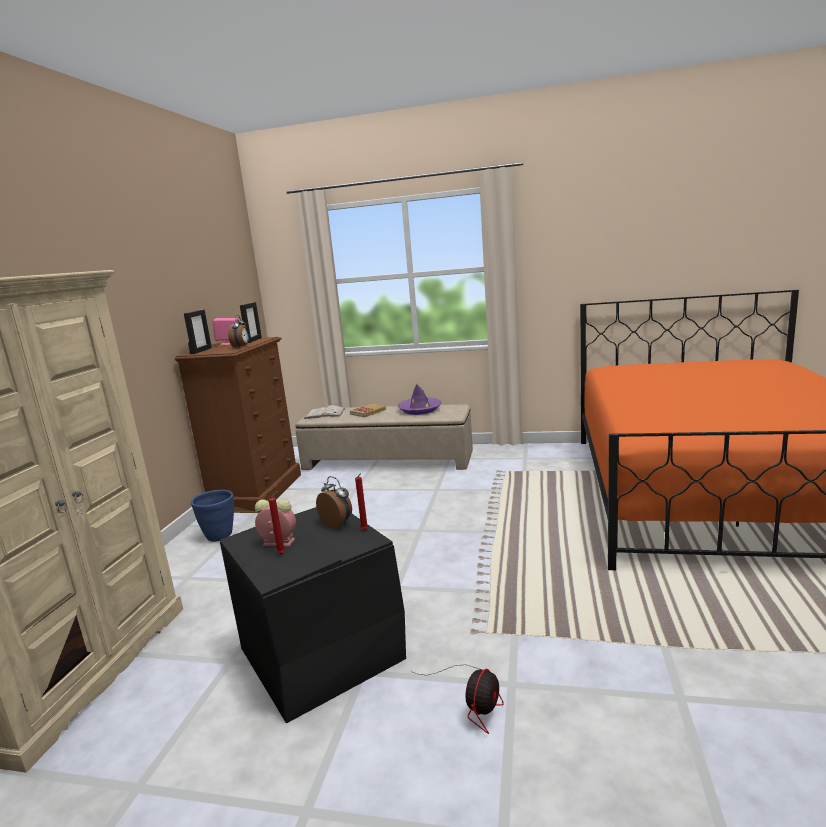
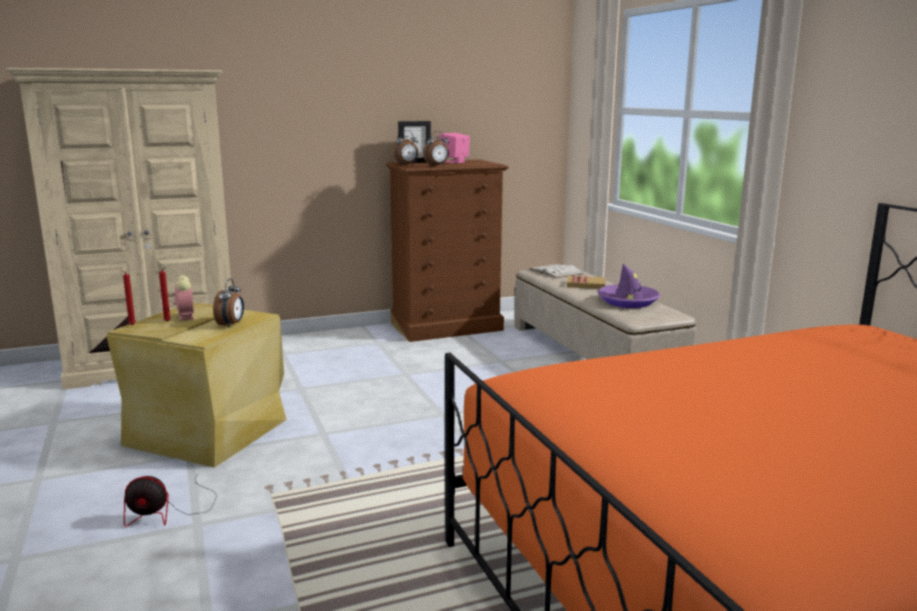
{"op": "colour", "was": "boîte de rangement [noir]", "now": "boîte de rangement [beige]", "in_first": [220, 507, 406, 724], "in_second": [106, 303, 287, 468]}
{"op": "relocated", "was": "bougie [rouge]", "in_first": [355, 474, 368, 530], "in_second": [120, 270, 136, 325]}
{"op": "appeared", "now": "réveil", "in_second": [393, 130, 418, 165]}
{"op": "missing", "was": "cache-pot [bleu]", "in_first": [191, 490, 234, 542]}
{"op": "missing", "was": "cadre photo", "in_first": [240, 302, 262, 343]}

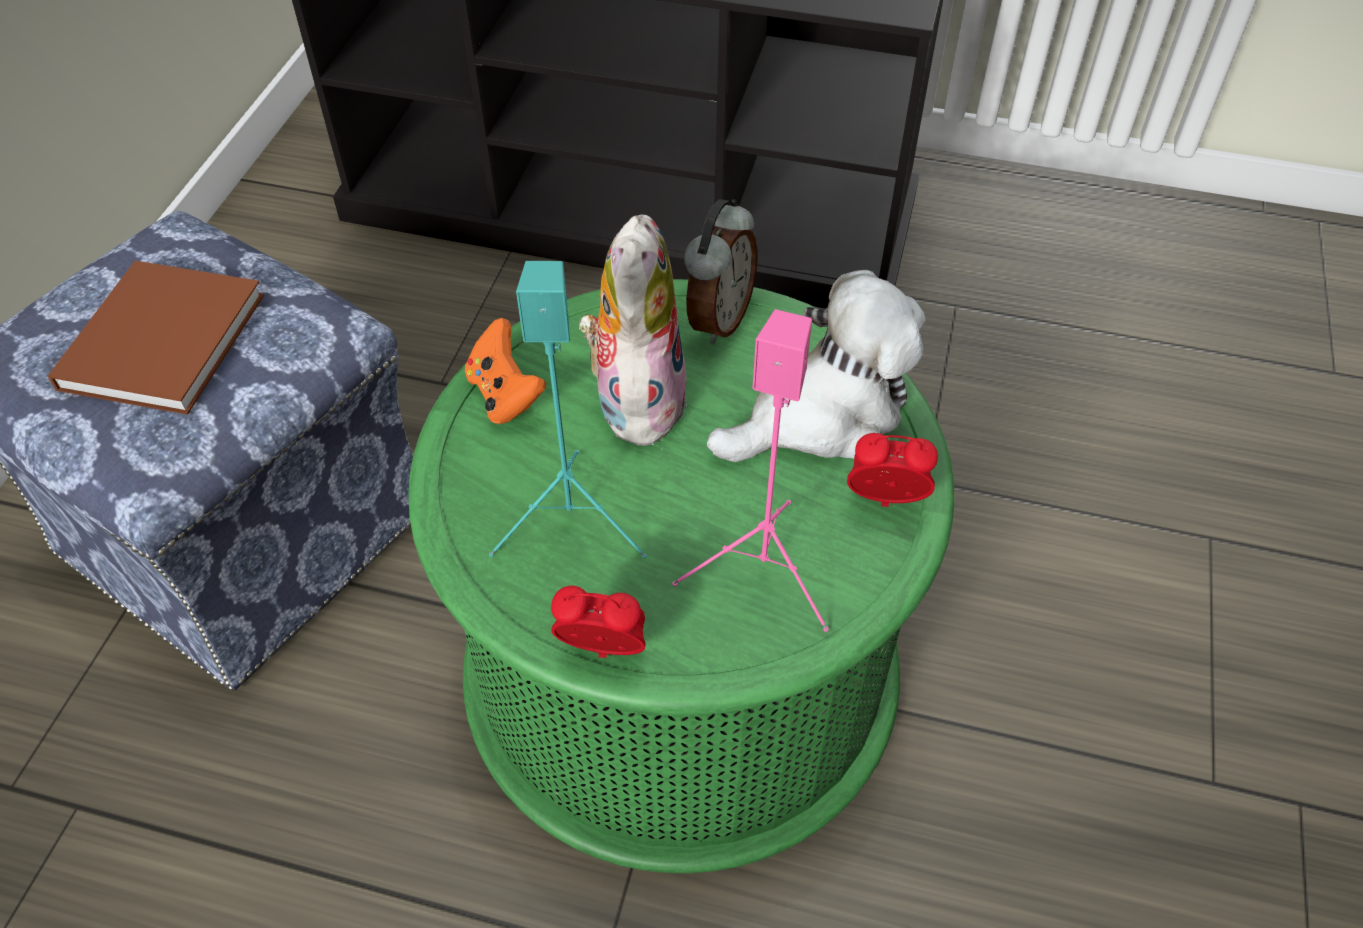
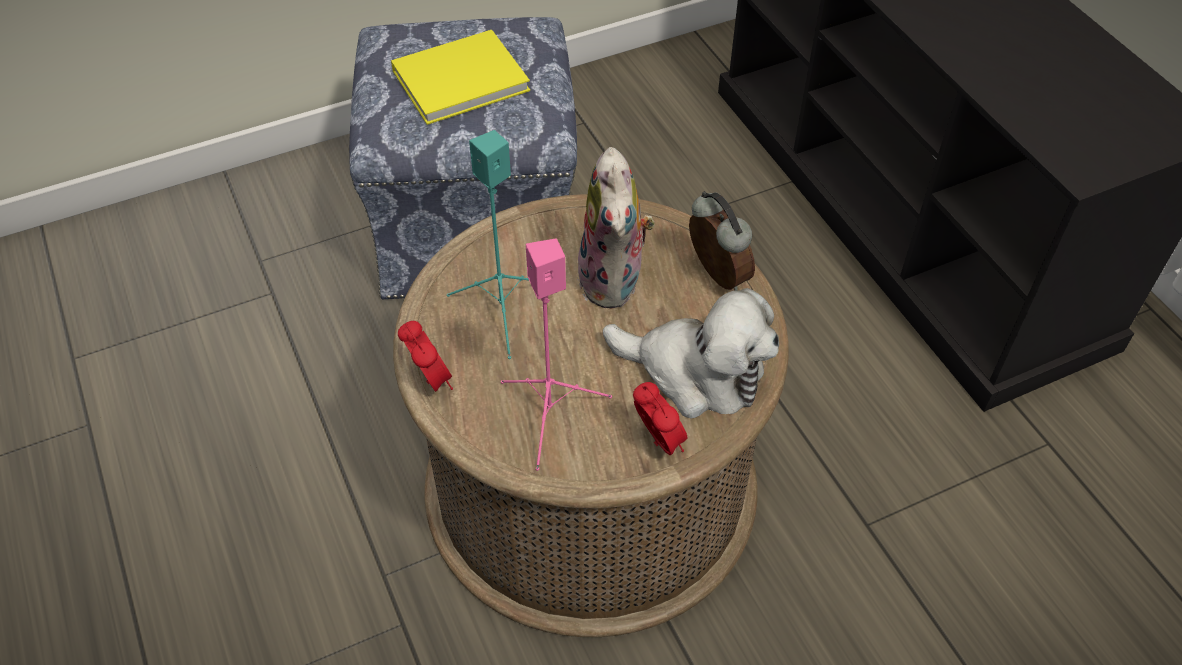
{"op": "colour", "was": "livre [marron]", "now": "livre [jaune]", "in_first": [47, 261, 264, 415], "in_second": [391, 30, 530, 125]}
{"op": "colour", "was": "table basse [vert]", "now": "table basse [marron]", "in_first": [408, 279, 955, 873], "in_second": [393, 194, 789, 637]}
{"op": "spun", "was": "peluche", "in_first": [579, 214, 687, 450], "in_second": [577, 147, 655, 309], "clockwise": 120}
{"op": "spun", "was": "réveil", "in_first": [684, 199, 758, 345], "in_second": [689, 191, 755, 291], "clockwise": -105}
{"op": "missing", "was": "manette [orange]", "in_first": [465, 318, 546, 424]}

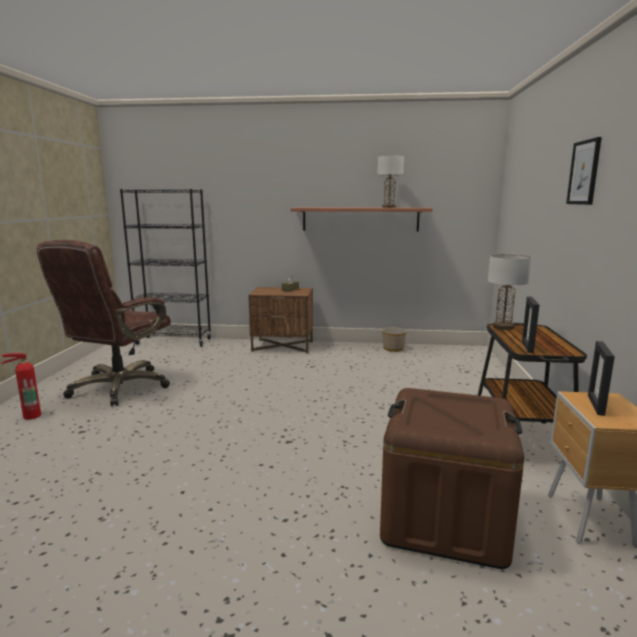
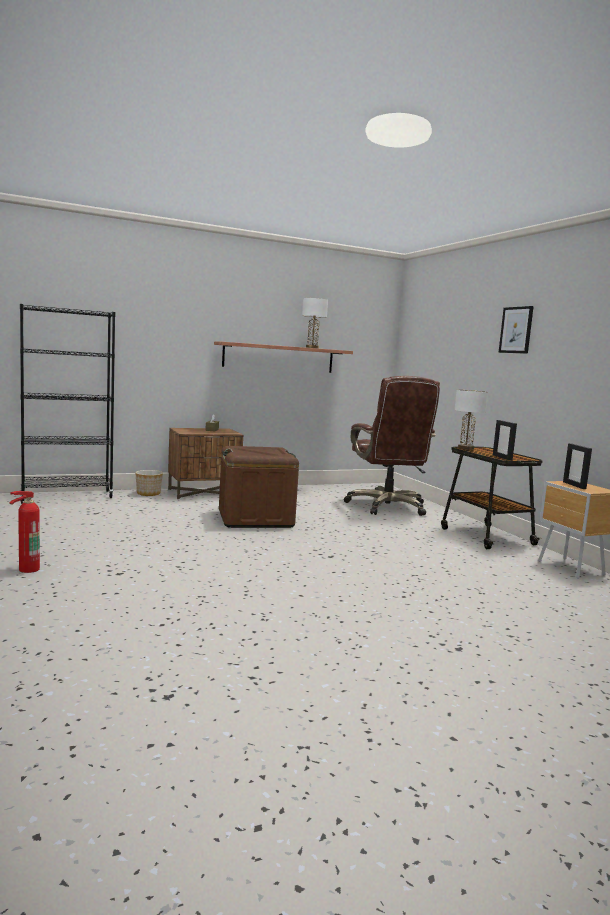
{"op": "relocated", "was": "cache-pot", "in_first": [382, 327, 406, 352], "in_second": [135, 470, 163, 496]}
{"op": "relocated", "was": "boîte de rangement [marron]", "in_first": [380, 388, 524, 569], "in_second": [219, 446, 299, 528]}
{"op": "relocated", "was": "chaise de bureau [marron]", "in_first": [37, 240, 171, 406], "in_second": [344, 376, 440, 516]}

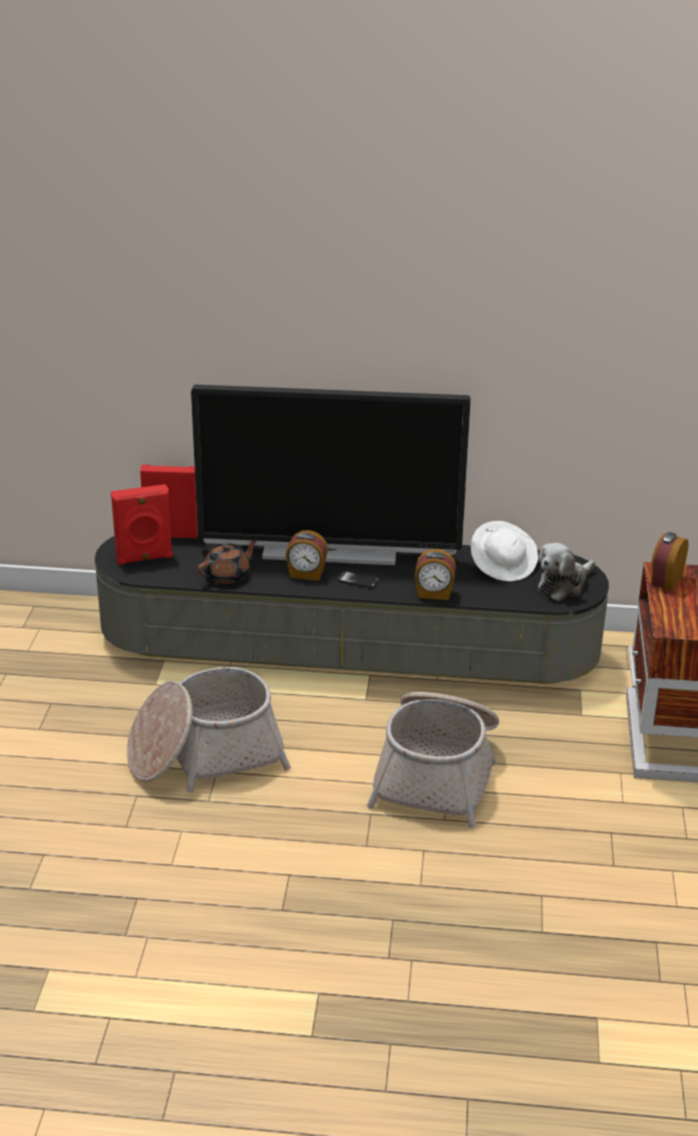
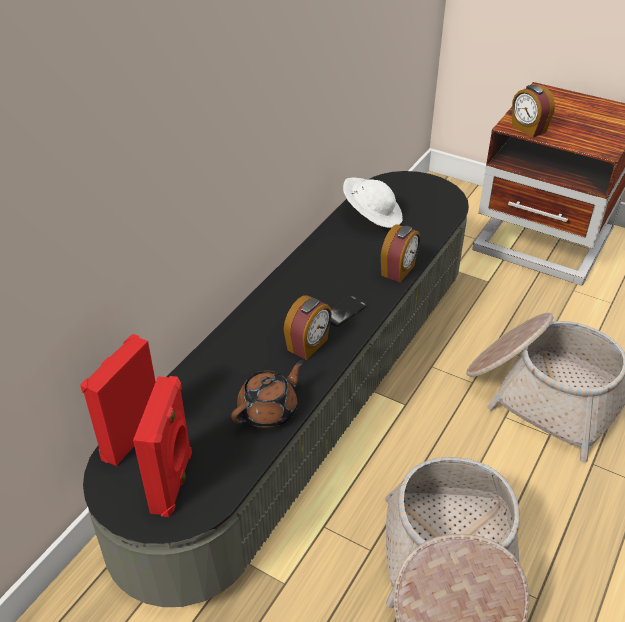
{"op": "spun", "was": "théière [marron]", "in_first": [198, 539, 258, 584], "in_second": [231, 360, 304, 428], "clockwise": 60}
{"op": "missing", "was": "téléviseur", "in_first": [191, 385, 471, 565]}
{"op": "missing", "was": "peluche", "in_first": [538, 543, 595, 601]}

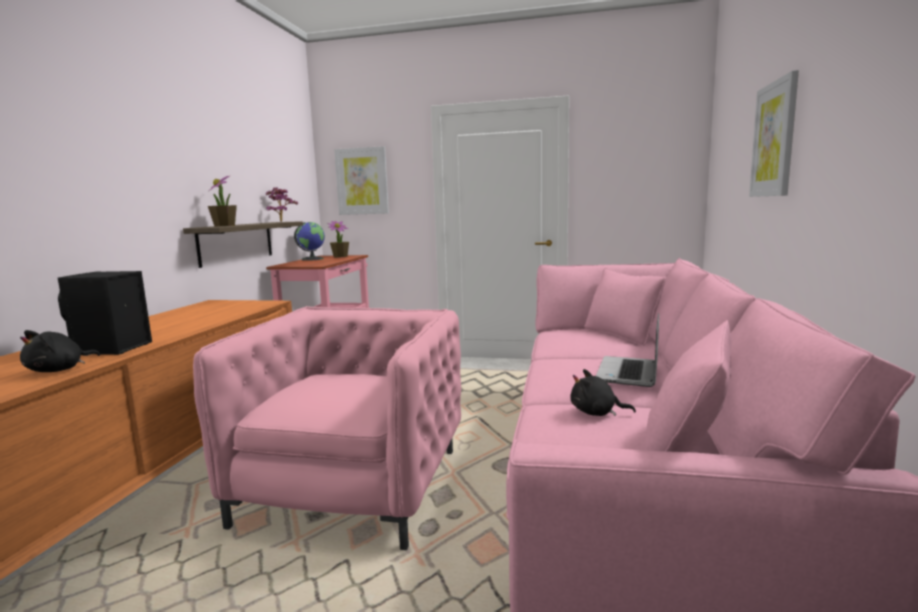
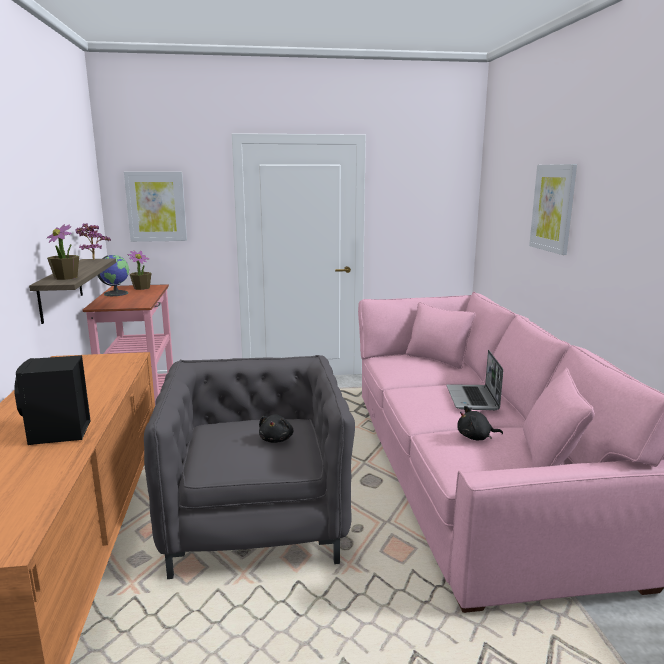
{"op": "colour", "was": "fauteuil [rose]", "now": "fauteuil [gris]", "in_first": [193, 306, 461, 550], "in_second": [144, 355, 355, 579]}
{"op": "relocated", "was": "peluche [noir]", "in_first": [20, 330, 100, 372], "in_second": [259, 415, 294, 443]}

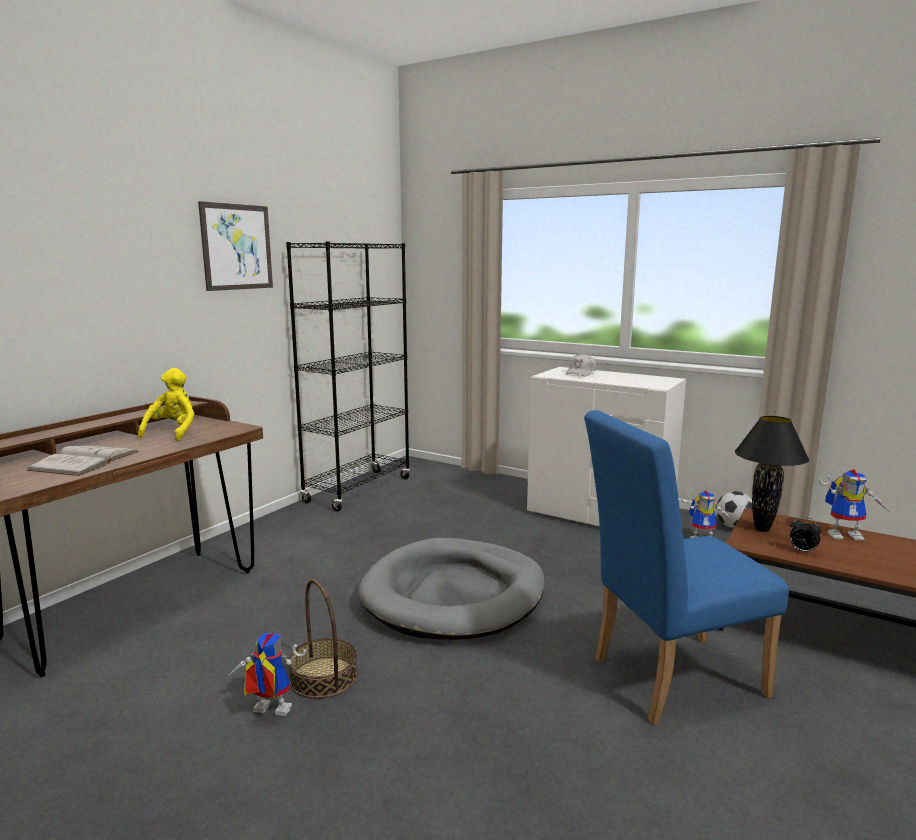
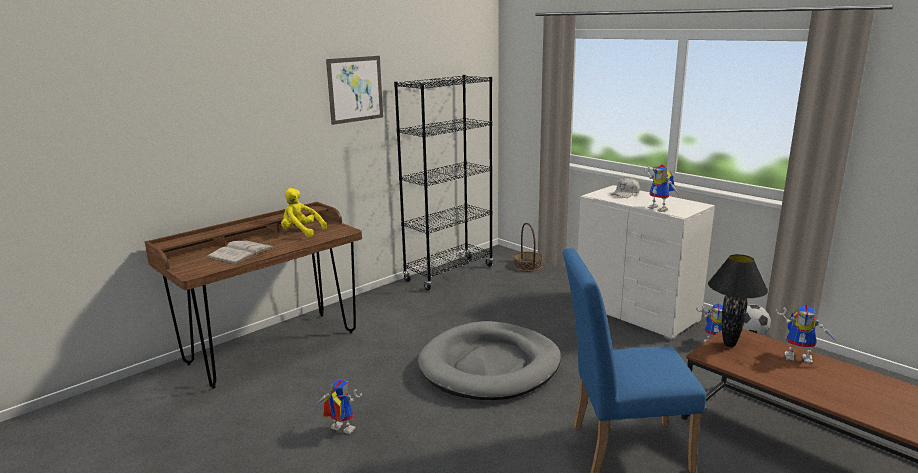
{"op": "spun", "was": "peluche [jaune]", "in_first": [138, 368, 194, 441], "in_second": [281, 188, 327, 237], "clockwise": -90}
{"op": "relocated", "was": "panier", "in_first": [288, 579, 357, 699], "in_second": [513, 223, 542, 271]}
{"op": "appeared", "now": "robot jouet", "in_second": [644, 165, 679, 212]}
{"op": "missing", "was": "réveil", "in_first": [790, 517, 821, 553]}

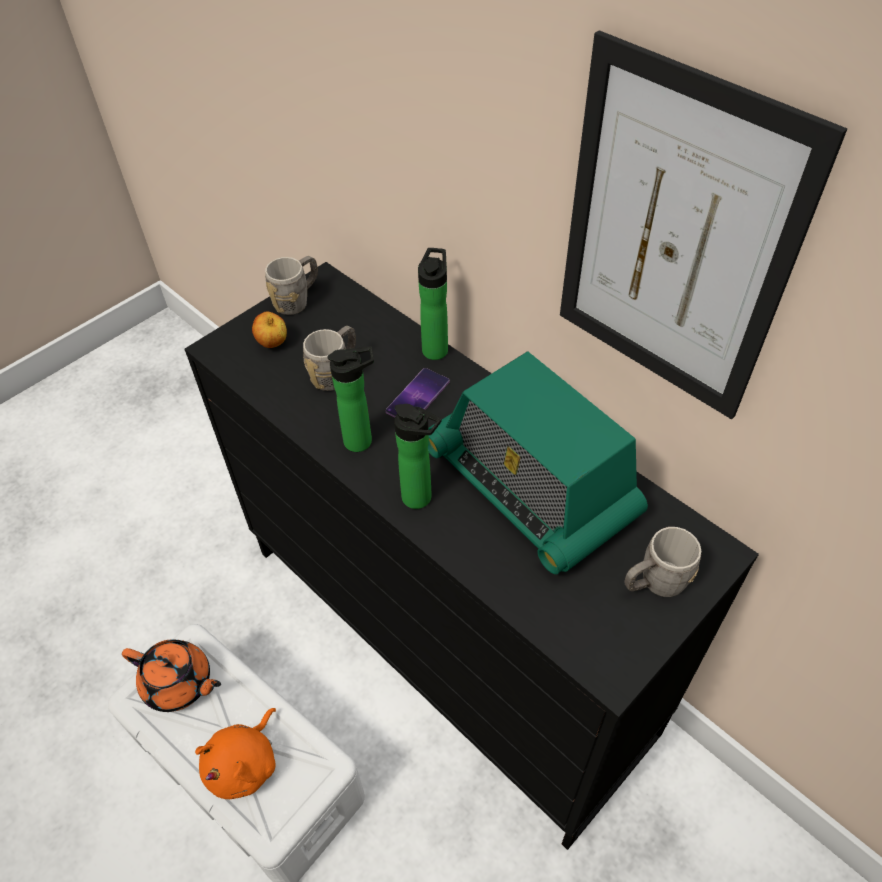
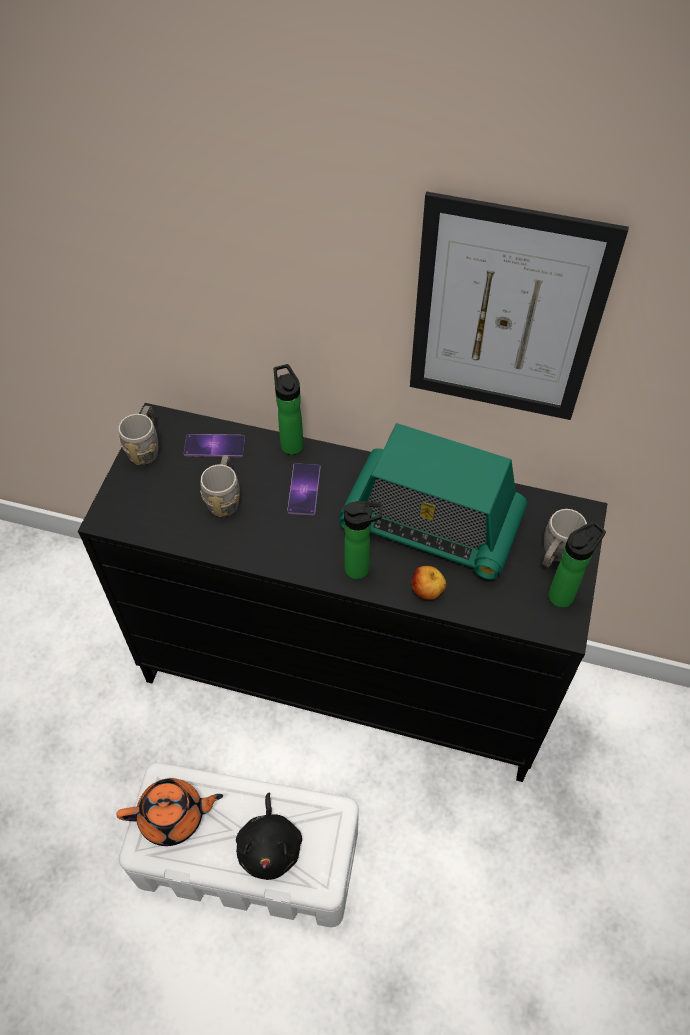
{"op": "appeared", "now": "téléphone", "in_second": [184, 434, 245, 457]}
{"op": "colour", "was": "peluche [orange]", "now": "peluche [noir]", "in_first": [195, 708, 276, 799], "in_second": [236, 792, 302, 880]}
{"op": "relocated", "was": "pomme", "in_first": [252, 312, 287, 348], "in_second": [411, 566, 446, 600]}
{"op": "relocated", "was": "bouteille", "in_first": [328, 346, 374, 452], "in_second": [548, 521, 606, 608]}

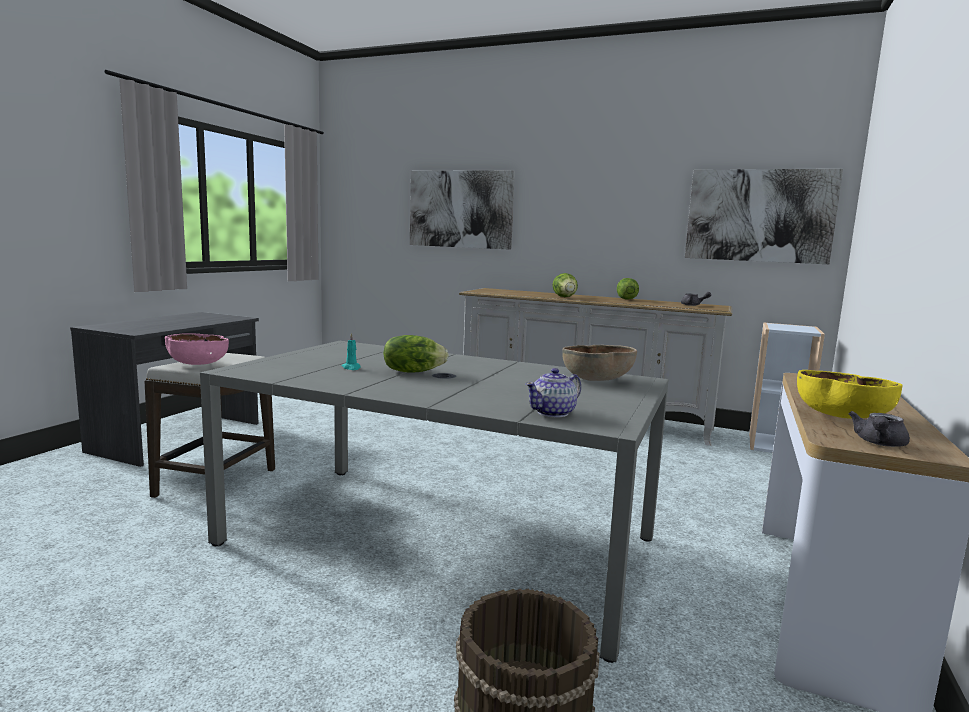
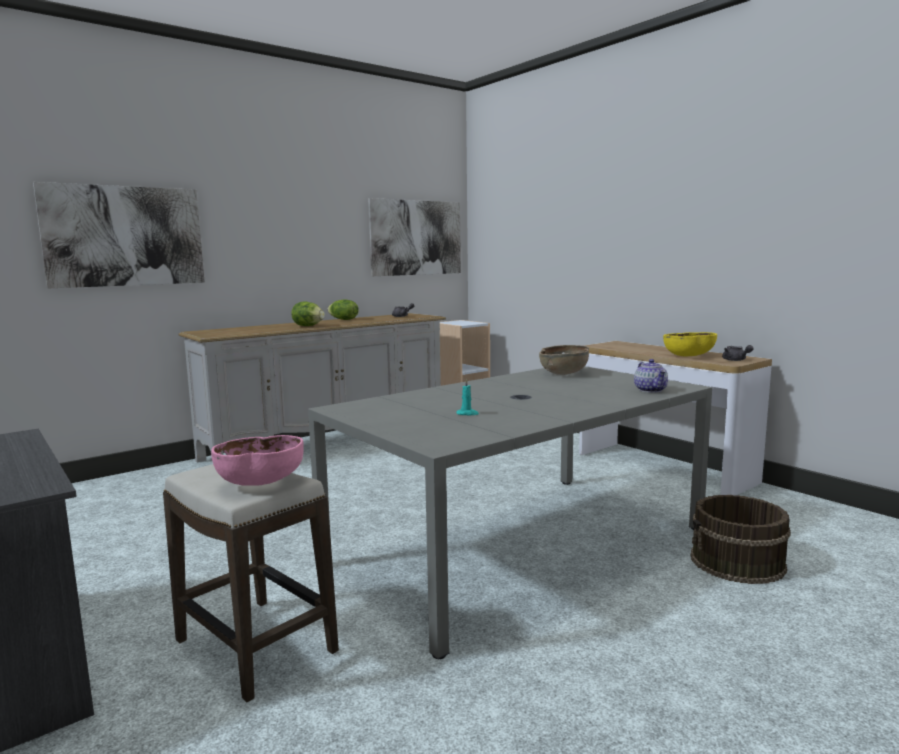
{"op": "missing", "was": "laitue", "in_first": [383, 335, 449, 373]}

